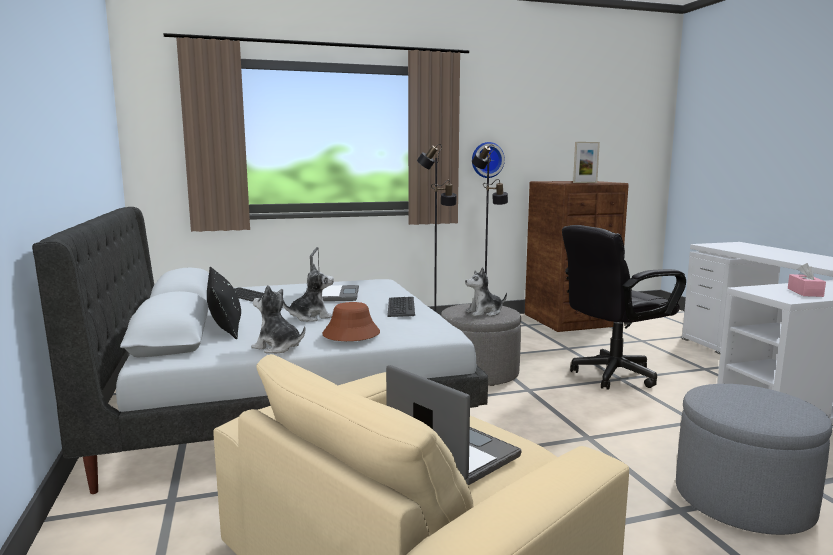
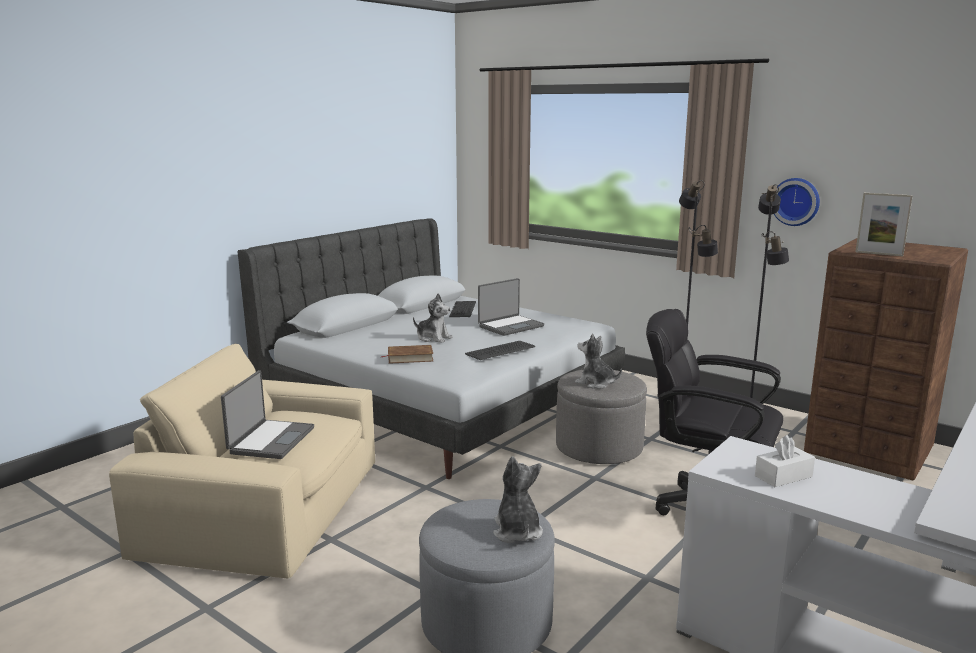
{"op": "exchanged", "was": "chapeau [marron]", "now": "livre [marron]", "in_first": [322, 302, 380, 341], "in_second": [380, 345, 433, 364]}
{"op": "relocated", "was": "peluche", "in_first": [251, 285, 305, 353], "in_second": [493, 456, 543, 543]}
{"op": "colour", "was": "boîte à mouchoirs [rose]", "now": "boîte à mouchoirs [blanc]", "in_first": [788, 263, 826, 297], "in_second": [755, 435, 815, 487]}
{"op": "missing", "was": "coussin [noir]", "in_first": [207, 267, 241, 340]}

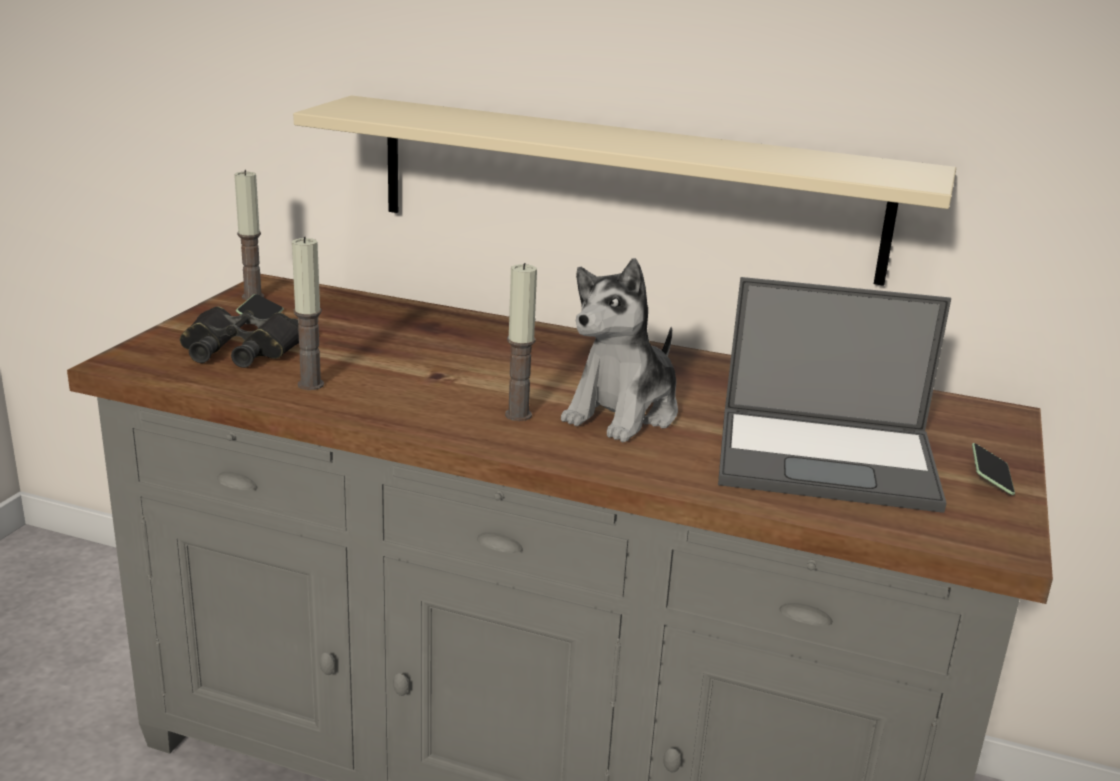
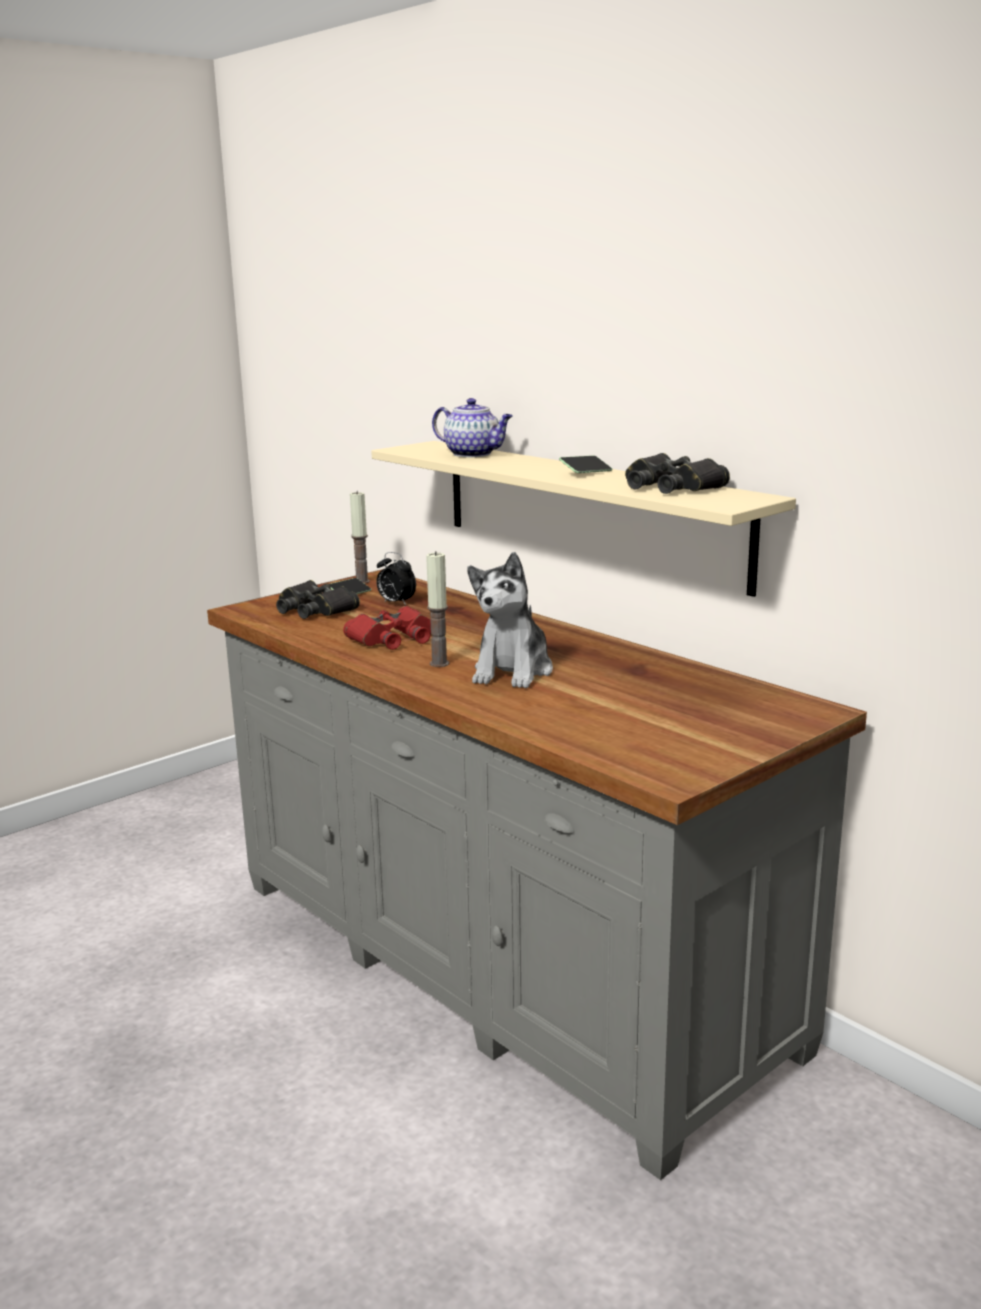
{"op": "appeared", "now": "jumelles [rouge]", "in_second": [343, 606, 431, 650]}
{"op": "appeared", "now": "réveil", "in_second": [376, 552, 416, 605]}
{"op": "appeared", "now": "théière", "in_second": [432, 398, 513, 457]}
{"op": "spun", "was": "peluche", "in_first": [561, 258, 678, 442], "in_second": [467, 552, 553, 688], "clockwise": -45}
{"op": "relocated", "was": "téléphone", "in_first": [972, 443, 1015, 495], "in_second": [559, 456, 612, 473]}
{"op": "appeared", "now": "jumelles [noir]", "in_second": [625, 453, 730, 494]}
{"op": "missing", "was": "bougie", "in_first": [292, 237, 324, 390]}
{"op": "missing", "was": "ordinateur portable", "in_first": [718, 277, 951, 513]}

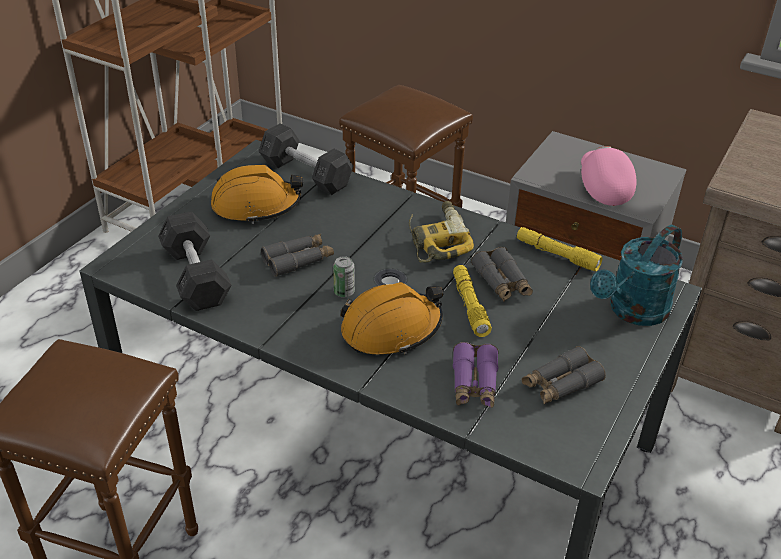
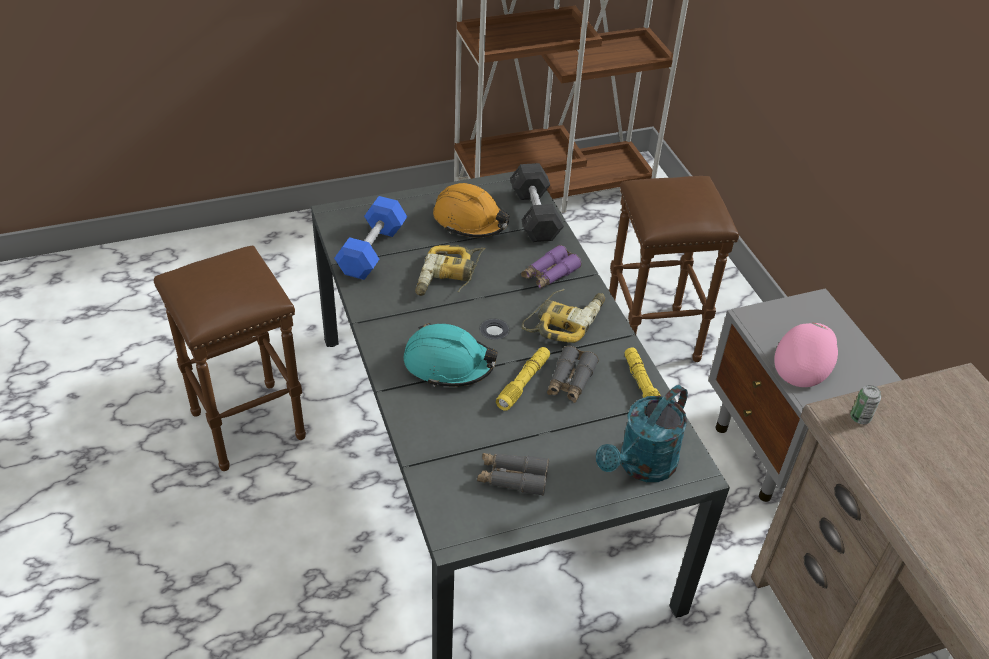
{"op": "colour", "was": "haltère [gris]", "now": "haltère [bleu]", "in_first": [158, 211, 231, 311], "in_second": [334, 196, 407, 280]}
{"op": "colour", "was": "casque de chantier [orange]", "now": "casque de chantier [turquoise]", "in_first": [340, 282, 444, 354], "in_second": [404, 323, 498, 387]}
{"op": "exchanged", "was": "jumelles [gris]", "now": "perceuse", "in_first": [261, 234, 334, 277], "in_second": [415, 245, 485, 296]}
{"op": "relocated", "was": "jumelles [violet]", "in_first": [453, 342, 499, 408], "in_second": [521, 245, 582, 289]}
{"op": "spun", "was": "arrosoir [turquoise]", "in_first": [590, 225, 683, 326], "in_second": [596, 385, 688, 482], "clockwise": -45}
{"op": "relocated", "was": "boîte métallique", "in_first": [333, 256, 355, 297], "in_second": [850, 385, 881, 424]}

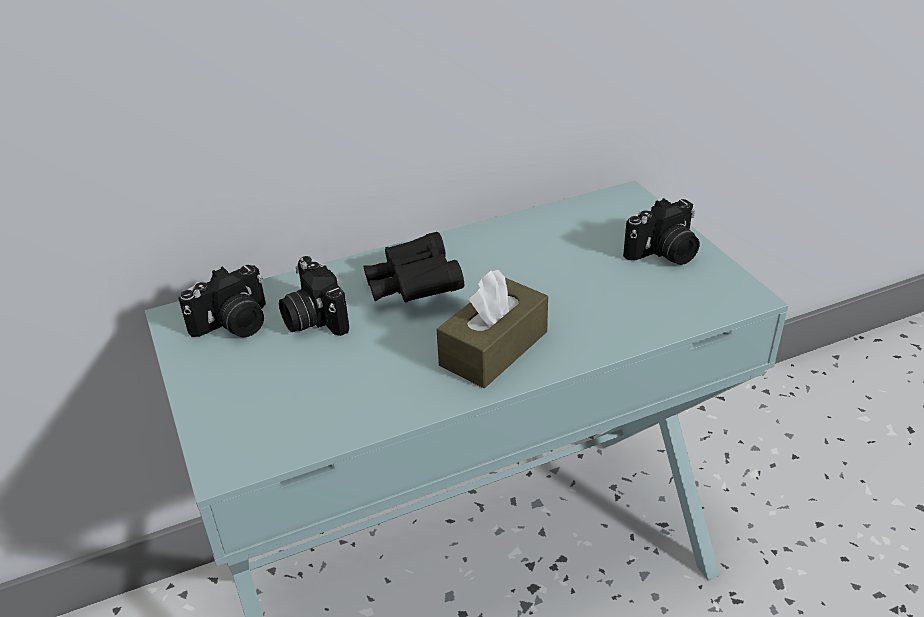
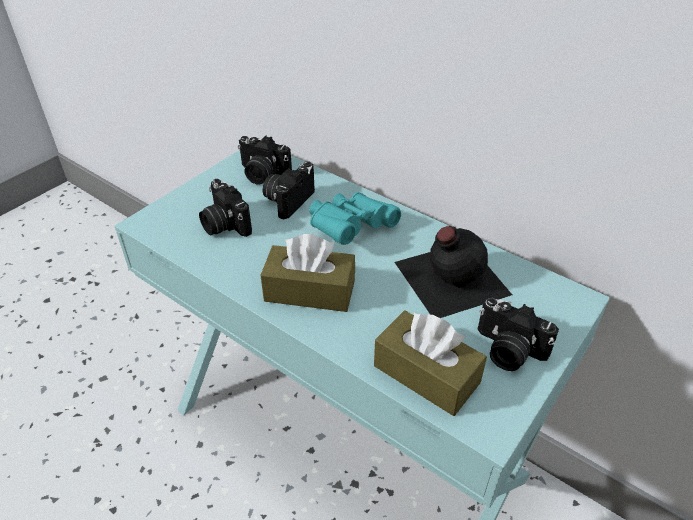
{"op": "appeared", "now": "appareil photo", "in_second": [199, 179, 252, 237]}
{"op": "colour", "was": "jumelles [noir]", "now": "jumelles [turquoise]", "in_first": [363, 232, 464, 303], "in_second": [309, 192, 401, 245]}
{"op": "appeared", "now": "boîte à mouchoirs [marron]", "in_second": [374, 310, 487, 416]}
{"op": "appeared", "now": "bouteille [noir]", "in_second": [395, 226, 512, 318]}

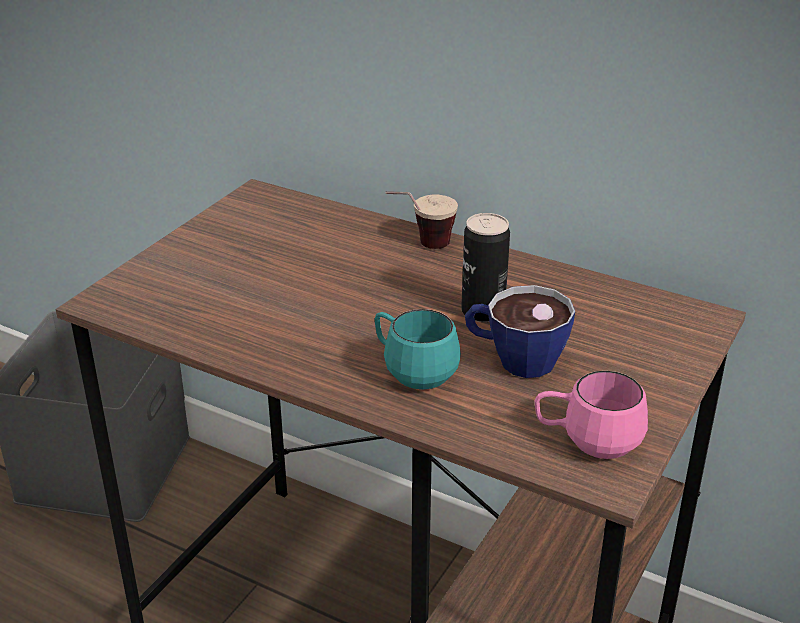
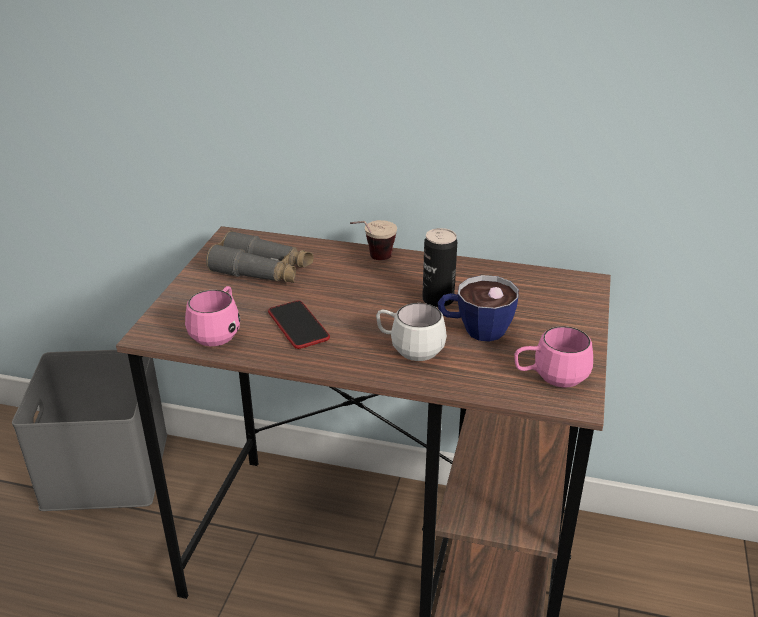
{"op": "appeared", "now": "mug [rose]", "in_second": [185, 286, 240, 346]}
{"op": "appeared", "now": "jumelles [gris]", "in_second": [206, 231, 314, 283]}
{"op": "appeared", "now": "téléphone", "in_second": [268, 300, 330, 349]}
{"op": "colour", "was": "mug [turquoise]", "now": "mug [blanc]", "in_first": [374, 309, 461, 389], "in_second": [376, 303, 447, 361]}

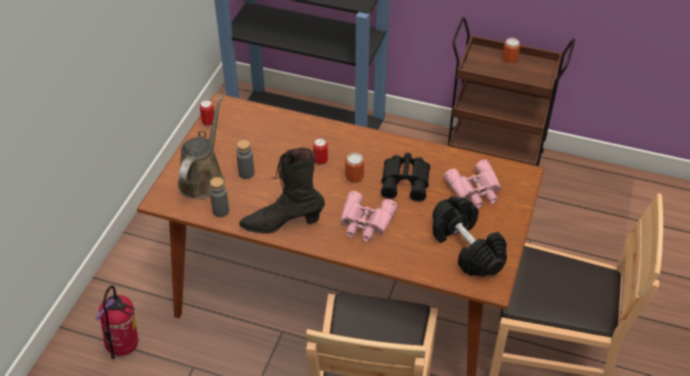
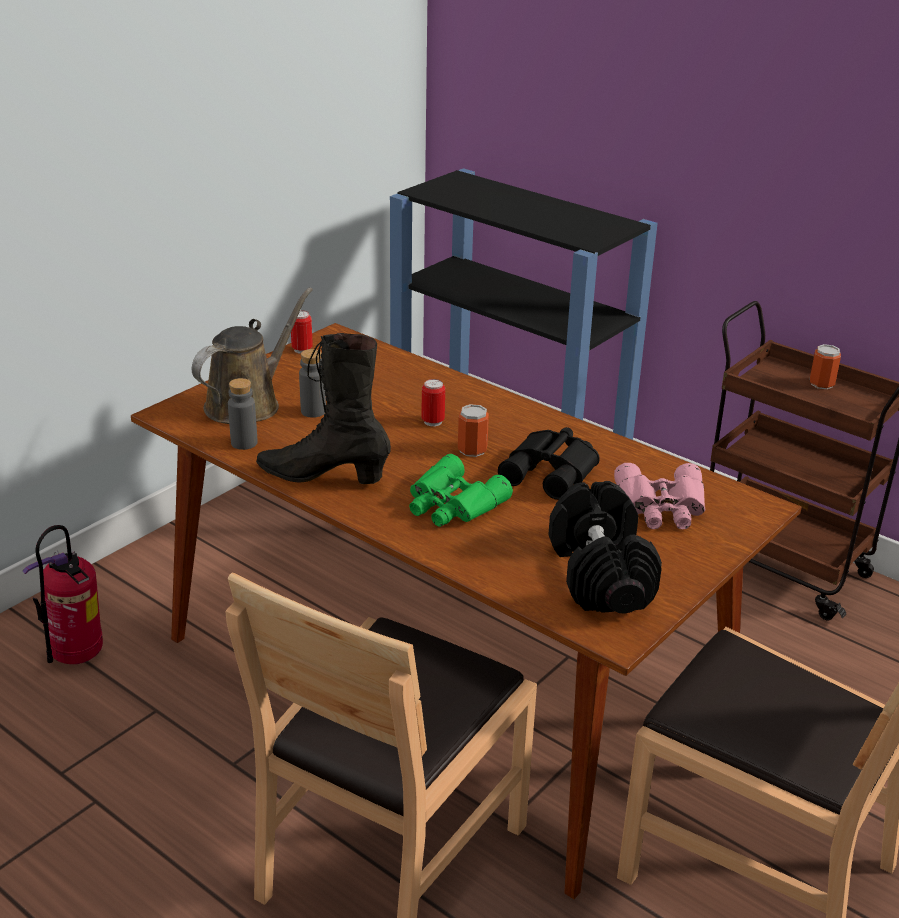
{"op": "colour", "was": "jumelles [rose]", "now": "jumelles [vert]", "in_first": [340, 191, 397, 242], "in_second": [409, 454, 513, 527]}

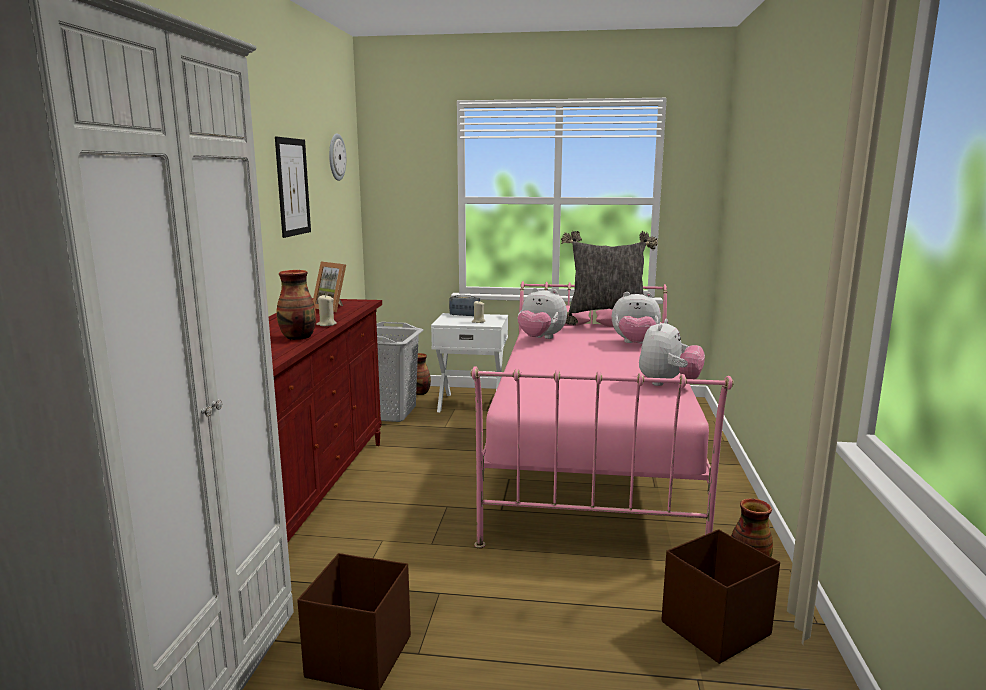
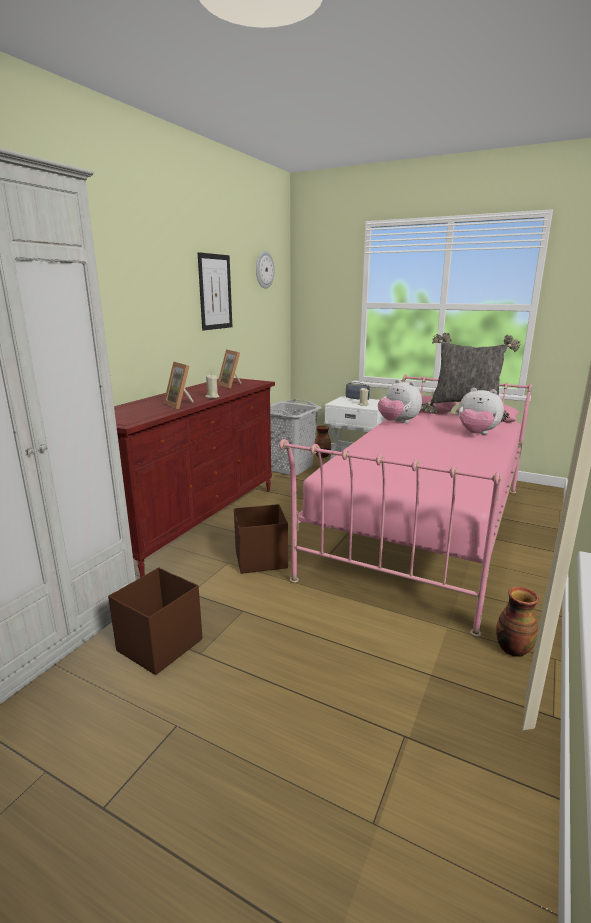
{"op": "exchanged", "was": "vase", "now": "cadre photo", "in_first": [276, 270, 316, 340], "in_second": [164, 361, 193, 409]}
{"op": "relocated", "was": "boîte de rangement [marron]", "in_first": [662, 530, 780, 664], "in_second": [234, 504, 288, 574]}
{"op": "missing", "was": "peluche", "in_first": [639, 319, 705, 386]}

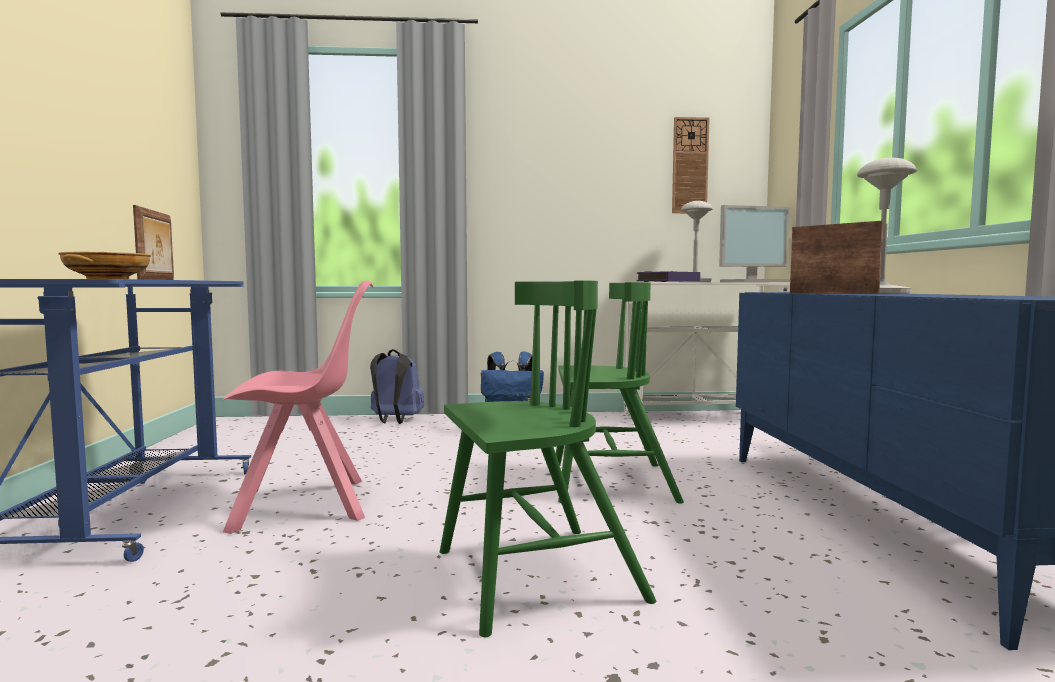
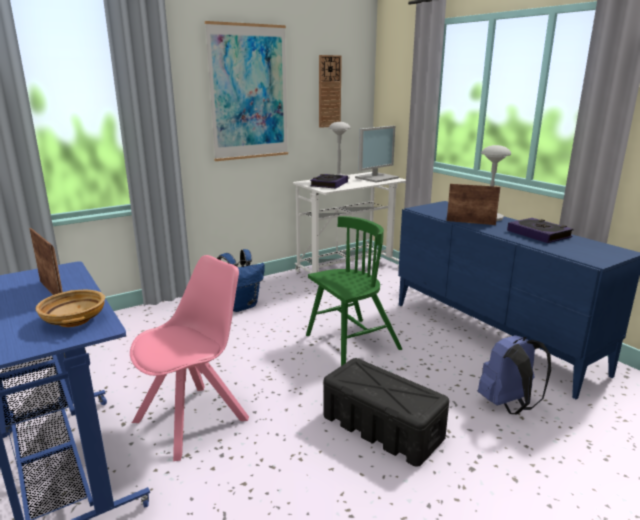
{"op": "appeared", "now": "tableau", "in_second": [205, 21, 288, 161]}
{"op": "exchanged", "was": "chaise [vert]", "now": "boîte de rangement [noir]", "in_first": [440, 281, 656, 637], "in_second": [324, 358, 449, 467]}
{"op": "relocated", "was": "sac à dos [bleu]", "in_first": [370, 349, 424, 424], "in_second": [478, 335, 551, 414]}
{"op": "appeared", "now": "livre", "in_second": [507, 218, 574, 243]}

